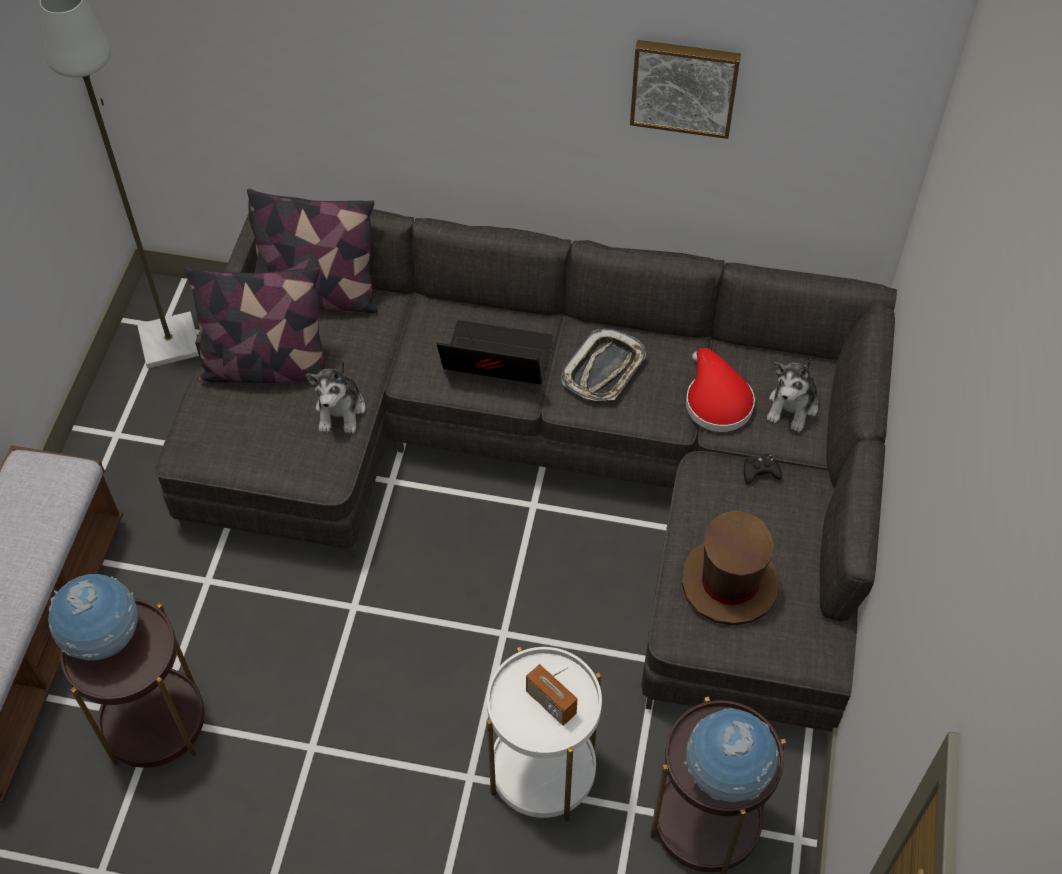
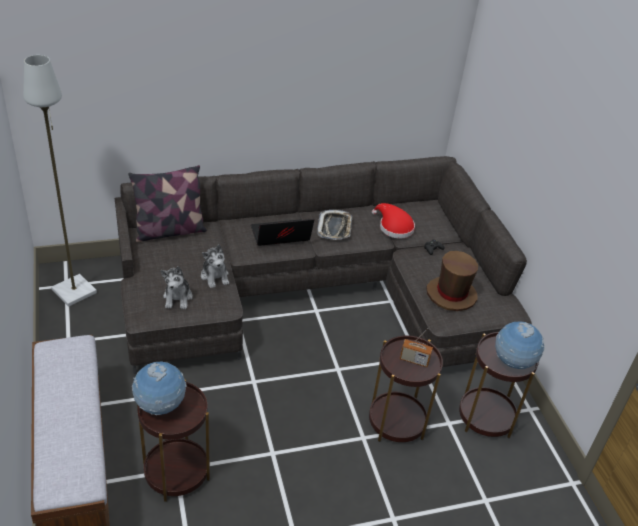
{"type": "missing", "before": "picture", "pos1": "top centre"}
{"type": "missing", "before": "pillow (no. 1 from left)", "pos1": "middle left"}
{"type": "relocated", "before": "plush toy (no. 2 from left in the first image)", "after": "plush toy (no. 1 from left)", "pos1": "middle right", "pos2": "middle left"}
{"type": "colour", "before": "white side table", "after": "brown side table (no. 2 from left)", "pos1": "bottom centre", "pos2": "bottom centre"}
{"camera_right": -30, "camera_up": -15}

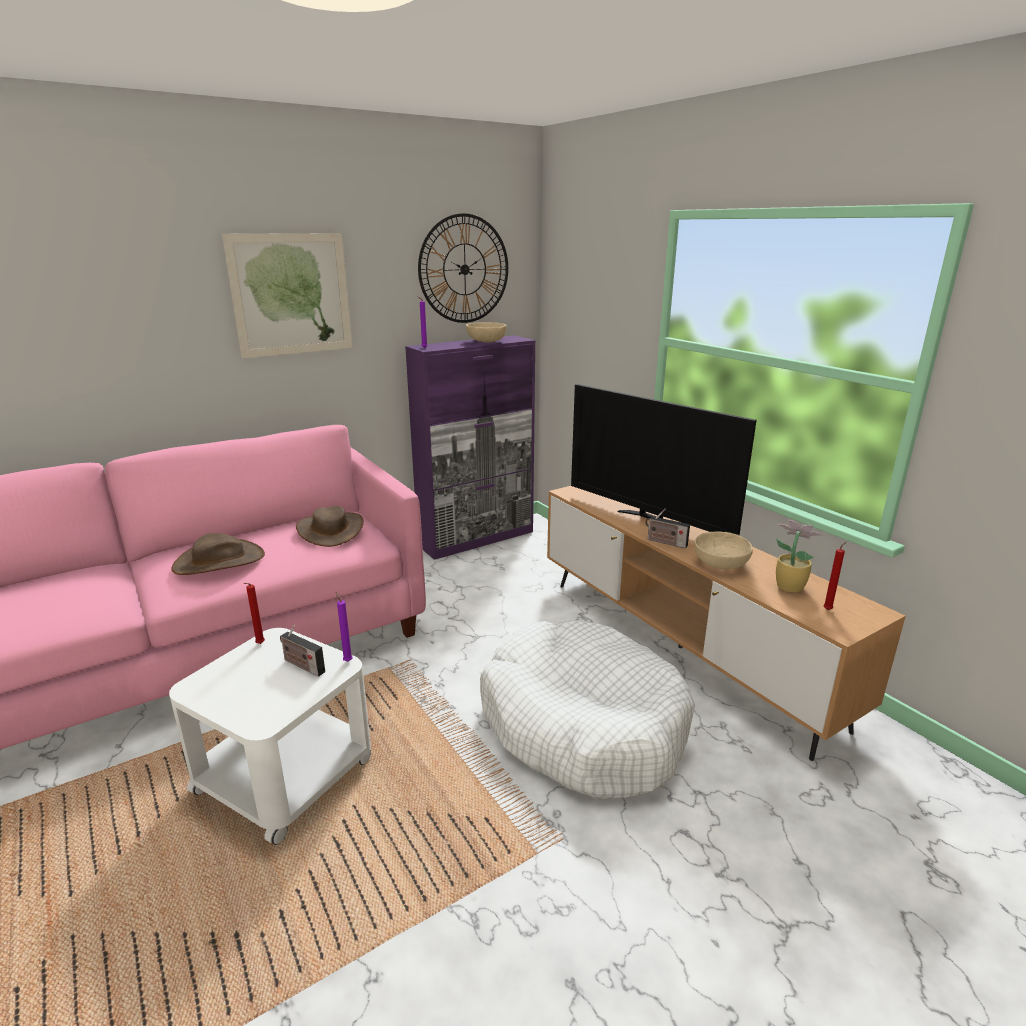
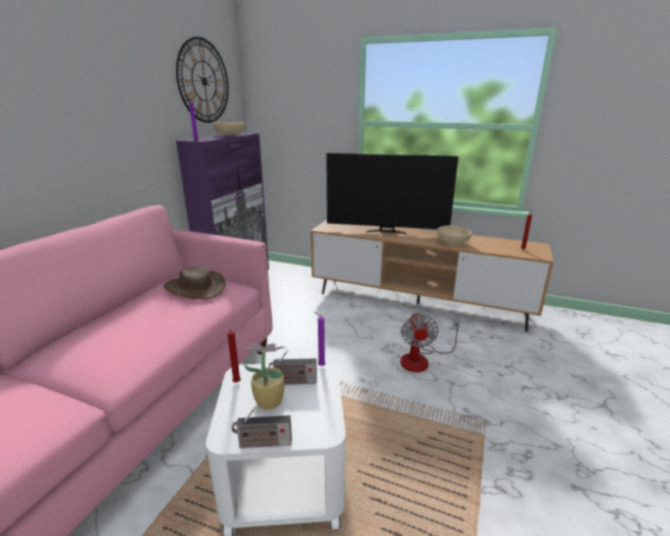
{"type": "missing", "before": "picture", "pos1": "top left"}
{"type": "relocated", "before": "radio (no. 2 from left in the first image)", "after": "radio (no. 1 from left)", "pos1": "centre", "pos2": "bottom centre"}
{"type": "relocated", "before": "potted plant", "pos1": "middle right", "pos2": "bottom centre"}
{"type": "missing", "before": "brown hat (no. 1 from left)", "pos1": "middle left"}
{"type": "exchanged", "before": "white dog bed", "after": "fan", "pos1": "bottom centre", "pos2": "centre"}
{"camera_right": -35, "camera_up": 0}

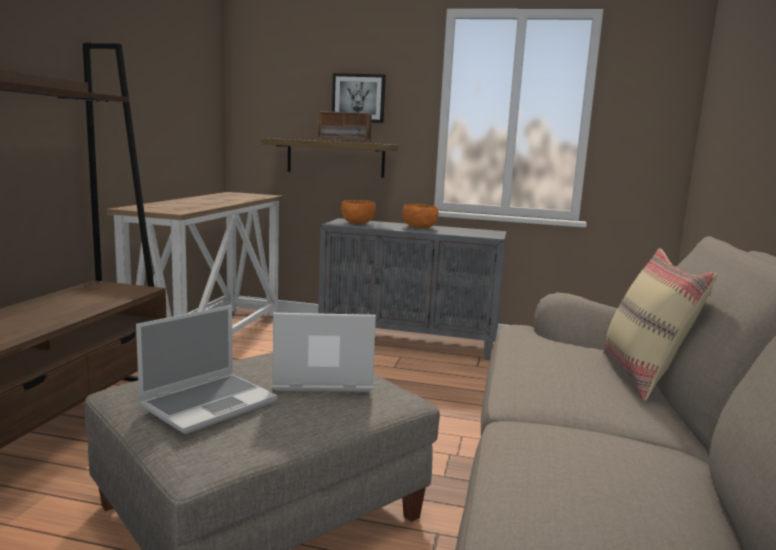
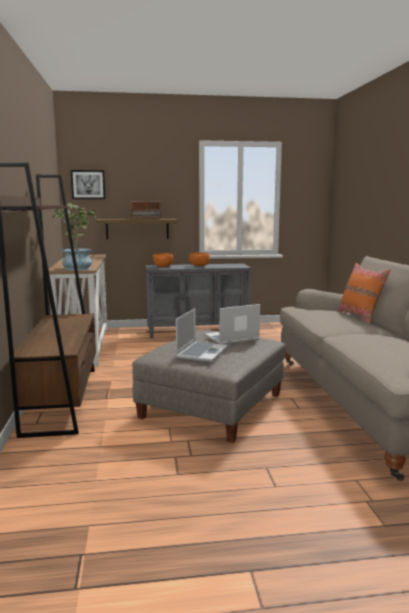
{"type": "relocated", "before": "picture", "pos1": "top centre", "pos2": "top left"}
{"type": "colour", "before": "beige pillow", "after": "orange pillow", "pos1": "middle right", "pos2": "middle right"}
{"type": "appeared", "after": "potted plant", "pos2": "middle left"}
{"camera_right": -20, "camera_up": 0}

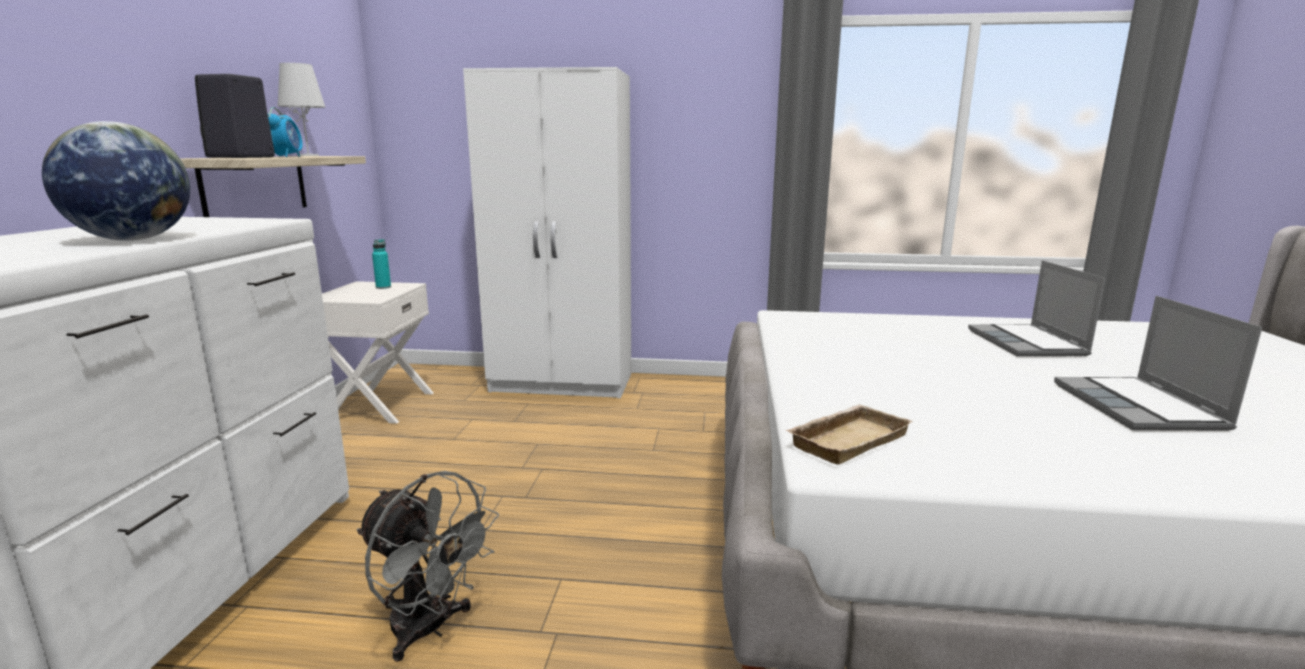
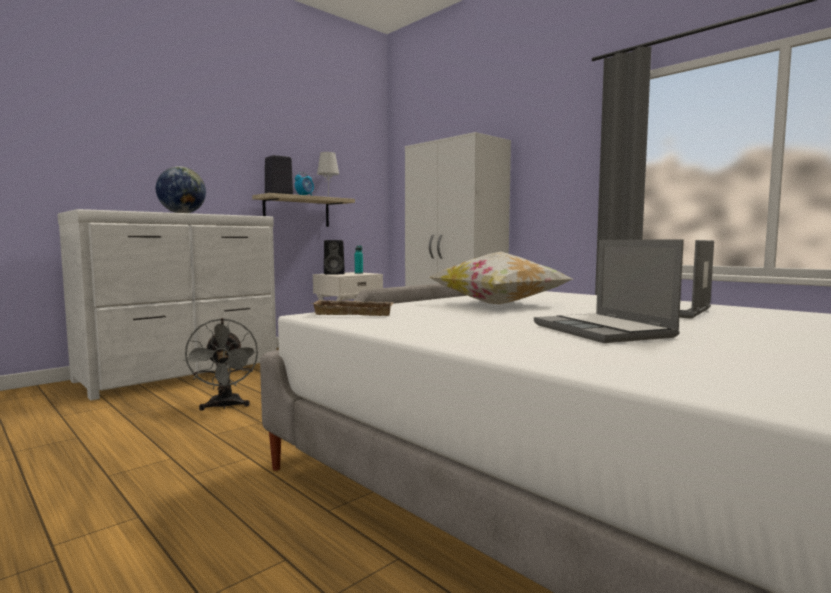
{"type": "spun", "before": "laptop (no. 2 from left in the first image)", "pos1": "middle right", "pos2": "middle right", "turn": -60}
{"type": "appeared", "after": "black speaker (no. 2 from left)", "pos2": "centre"}
{"type": "appeared", "after": "pillow", "pos2": "centre"}
{"camera_right": 40, "camera_up": -10}

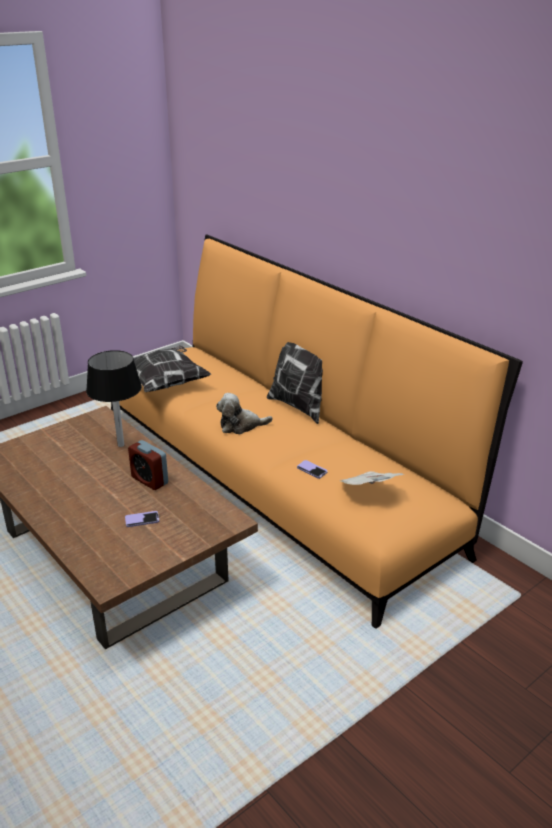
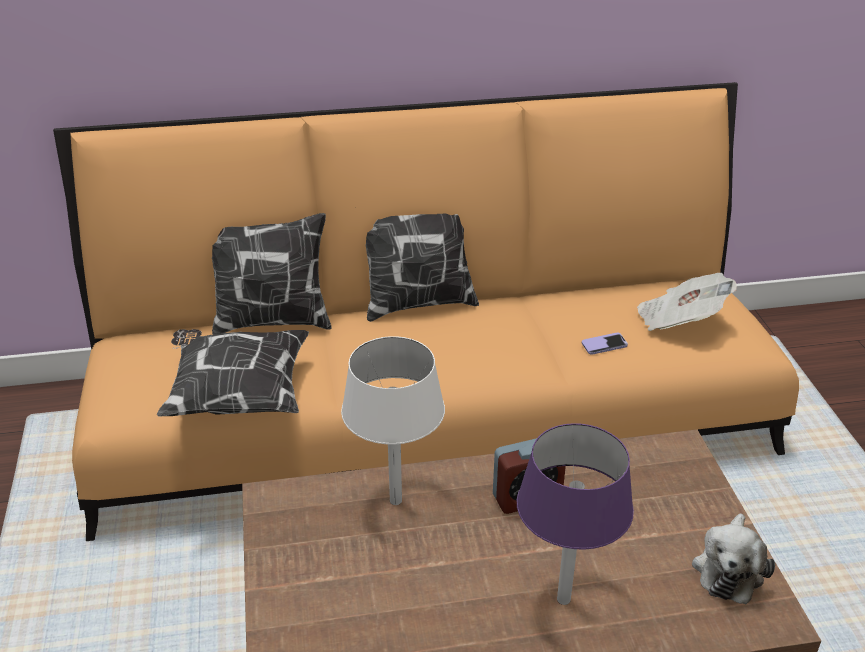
{"type": "colour", "before": "black table lamp", "after": "white table lamp", "pos1": "middle left", "pos2": "centre"}
{"type": "relocated", "before": "plush toy", "pos1": "centre", "pos2": "bottom right"}
{"type": "missing", "before": "phone (no. 1 from left)", "pos1": "middle left"}
{"type": "appeared", "after": "pillow (no. 2 from left)", "pos2": "middle left"}
{"type": "appeared", "after": "purple table lamp", "pos2": "bottom centre"}
{"camera_right": -60, "camera_up": 5}

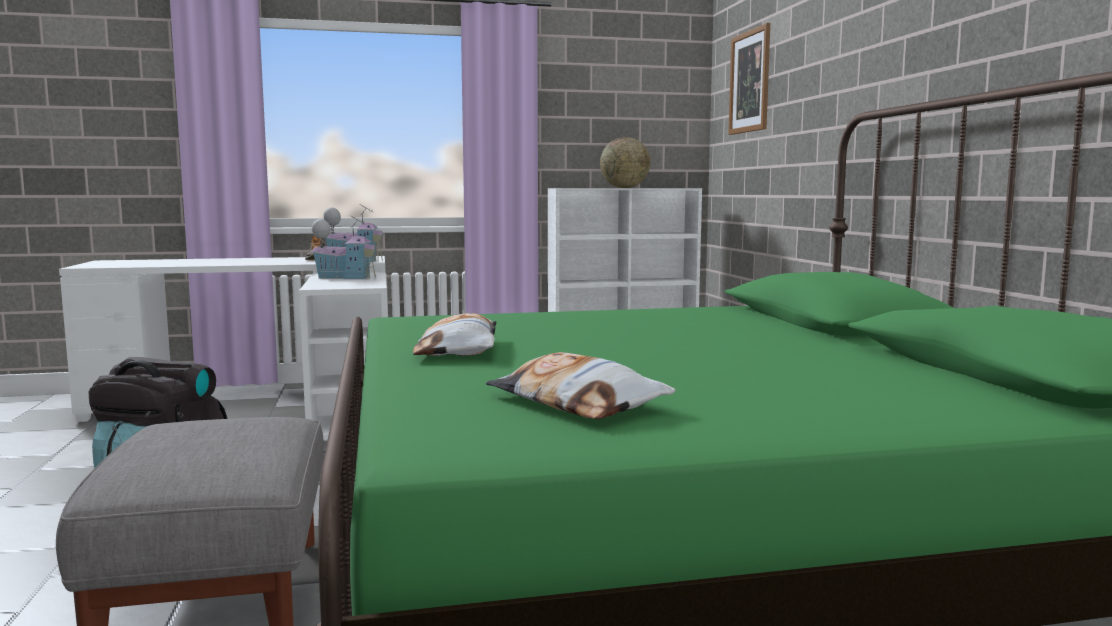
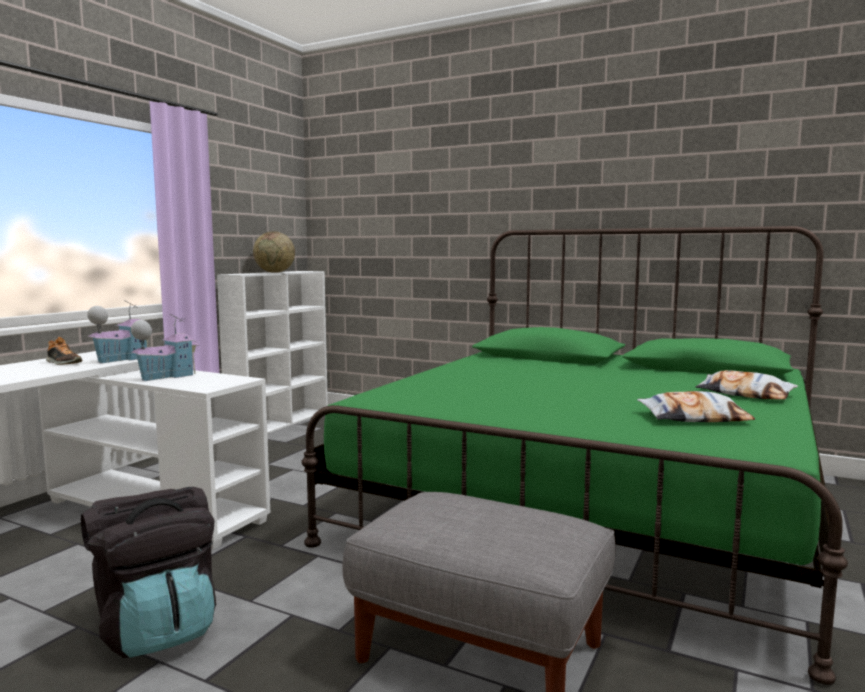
{"type": "missing", "before": "picture", "pos1": "top right"}
{"type": "relocated", "before": "pillow (no. 1 from left in the first image)", "after": "pillow (no. 2 from left)", "pos1": "centre", "pos2": "middle right"}
{"camera_right": -50, "camera_up": 0}

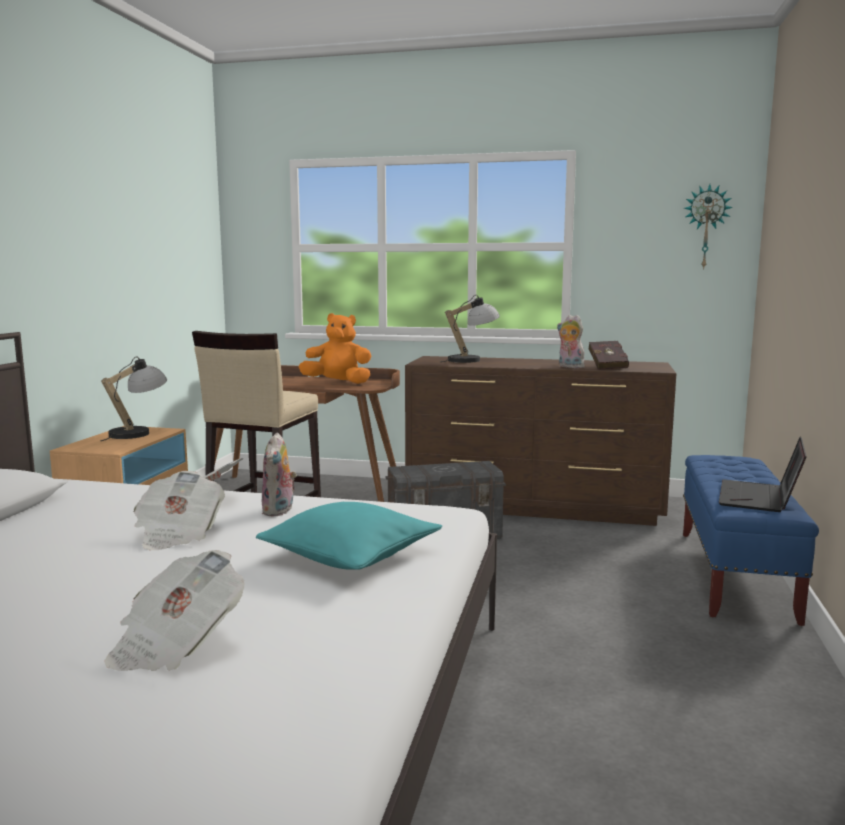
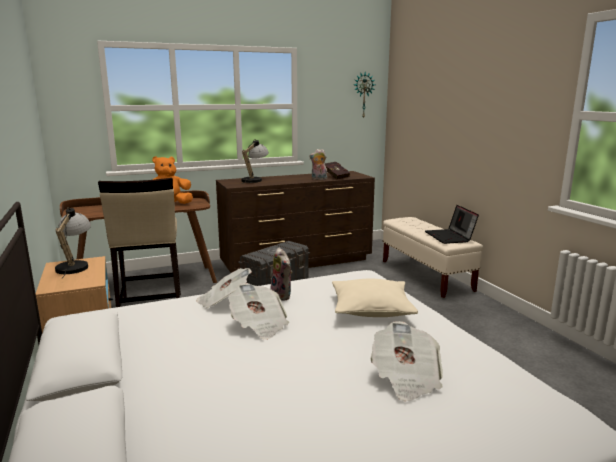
{"type": "colour", "before": "blue bench", "after": "beige bench", "pos1": "middle right", "pos2": "middle right"}
{"type": "colour", "before": "turquoise pillow", "after": "beige pillow", "pos1": "centre", "pos2": "centre"}
{"camera_right": -35, "camera_up": 5}

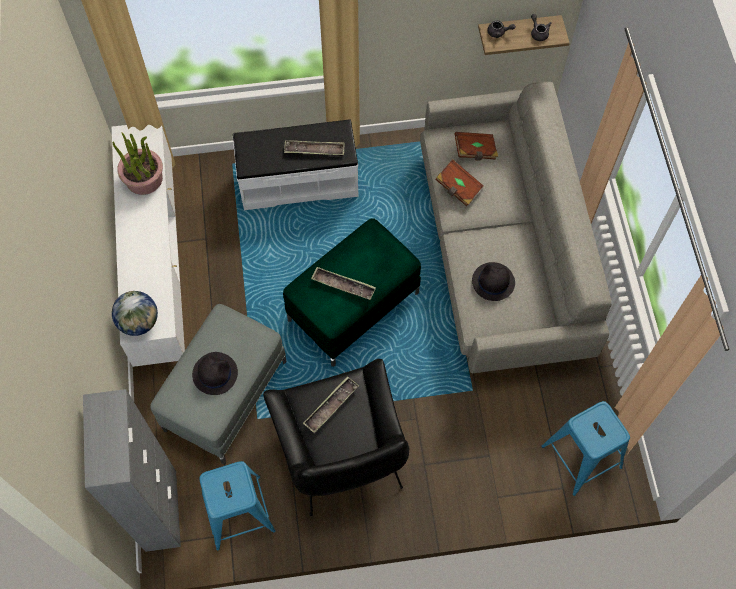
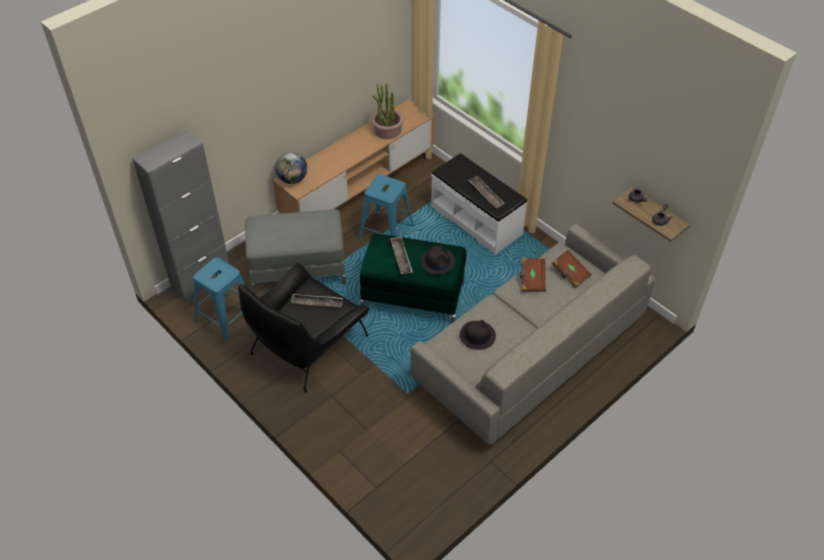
{"type": "colour", "before": "white tv stand", "after": "brown tv stand", "pos1": "middle left", "pos2": "top centre"}
{"type": "relocated", "before": "black hat (no. 1 from left)", "pos1": "middle left", "pos2": "centre"}
{"type": "relocated", "before": "blue stool (no. 2 from left)", "pos1": "bottom right", "pos2": "centre"}
{"camera_right": 55, "camera_up": -15}

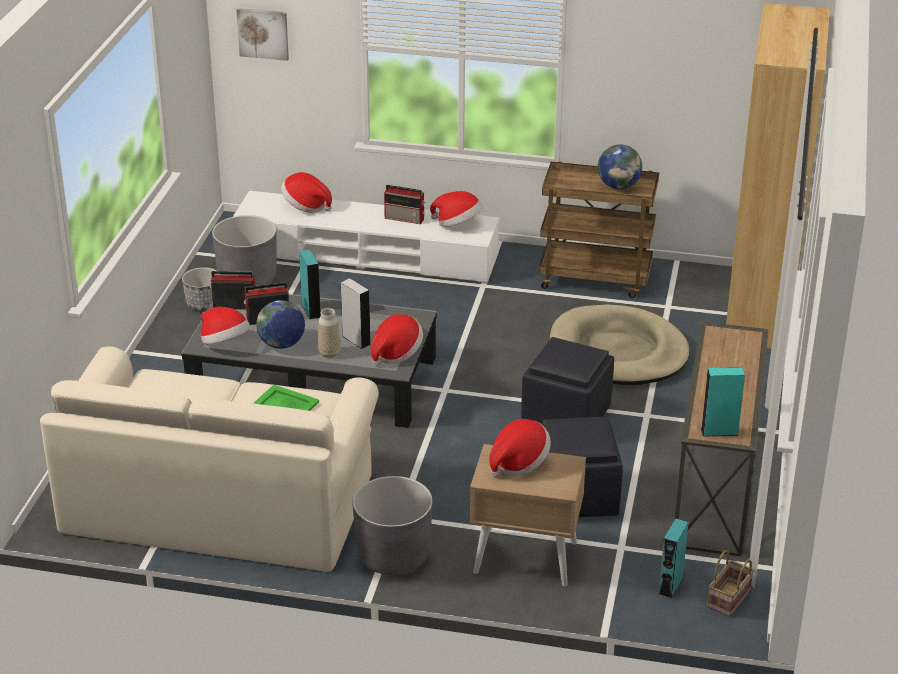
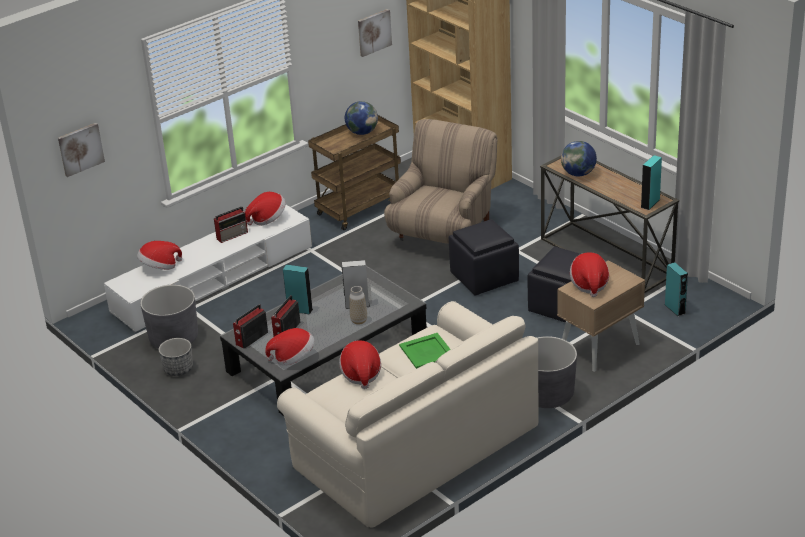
{"type": "relocated", "before": "globe (no. 1 from left in the first image)", "after": "globe (no. 2 from left)", "pos1": "middle left", "pos2": "top right"}
{"type": "exchanged", "before": "beige dog bed", "after": "beige armchair", "pos1": "middle right", "pos2": "centre"}
{"type": "relocated", "before": "hat (no. 3 from left in the first image)", "after": "hat (no. 4 from left)", "pos1": "centre", "pos2": "bottom centre"}
{"type": "missing", "before": "basket", "pos1": "bottom right"}
{"type": "appeared", "after": "picture (no. 2 from left)", "pos2": "top centre"}
{"camera_right": -50, "camera_up": 0}

